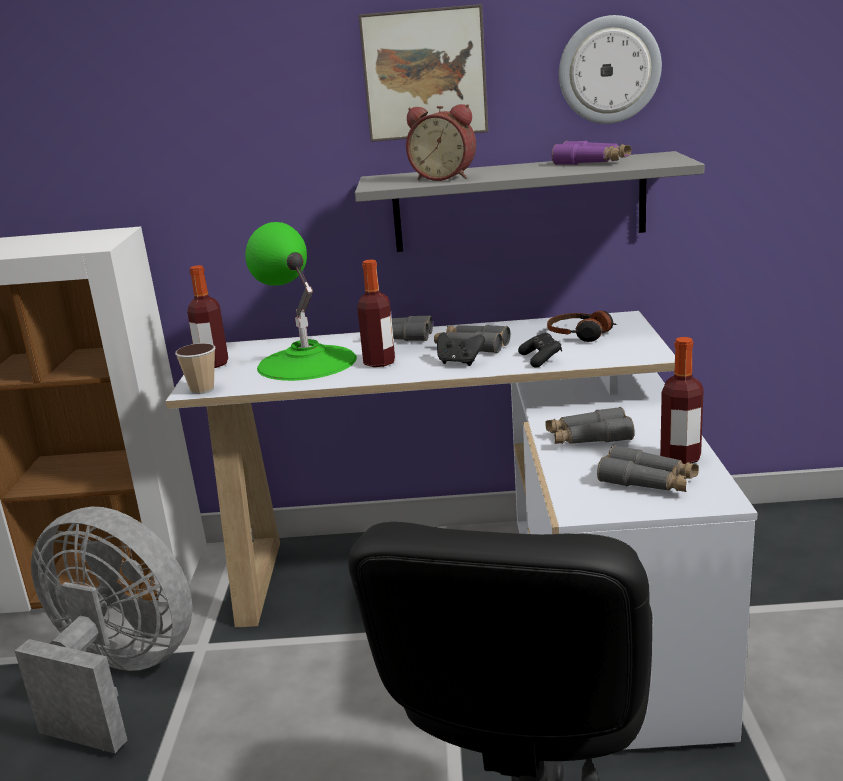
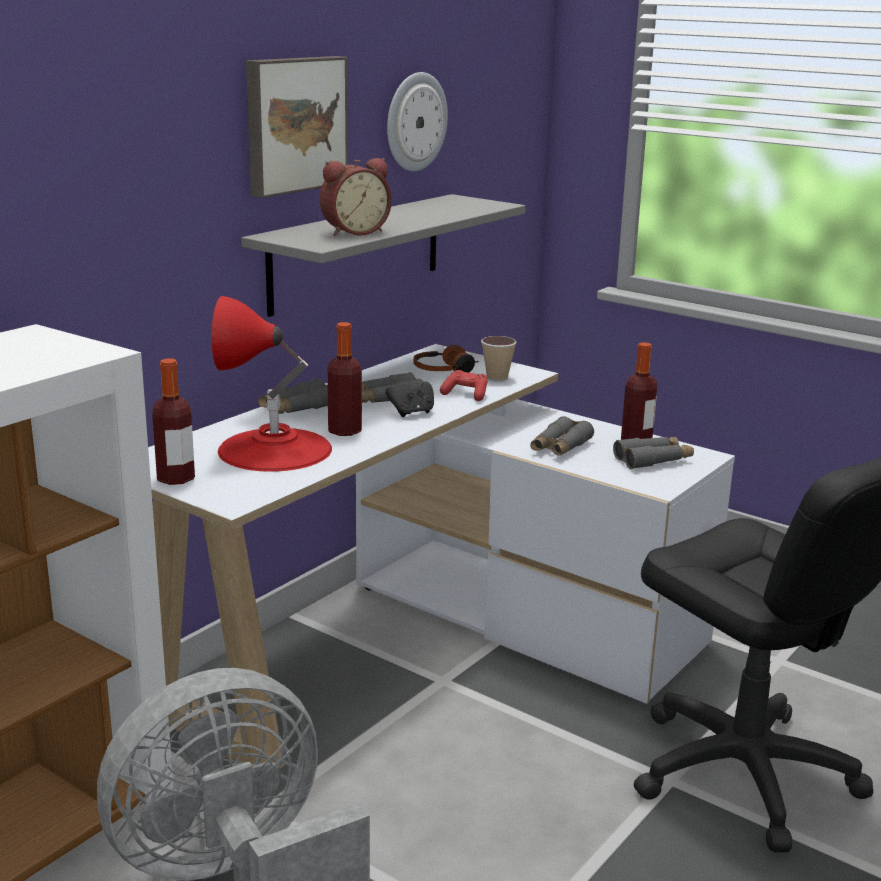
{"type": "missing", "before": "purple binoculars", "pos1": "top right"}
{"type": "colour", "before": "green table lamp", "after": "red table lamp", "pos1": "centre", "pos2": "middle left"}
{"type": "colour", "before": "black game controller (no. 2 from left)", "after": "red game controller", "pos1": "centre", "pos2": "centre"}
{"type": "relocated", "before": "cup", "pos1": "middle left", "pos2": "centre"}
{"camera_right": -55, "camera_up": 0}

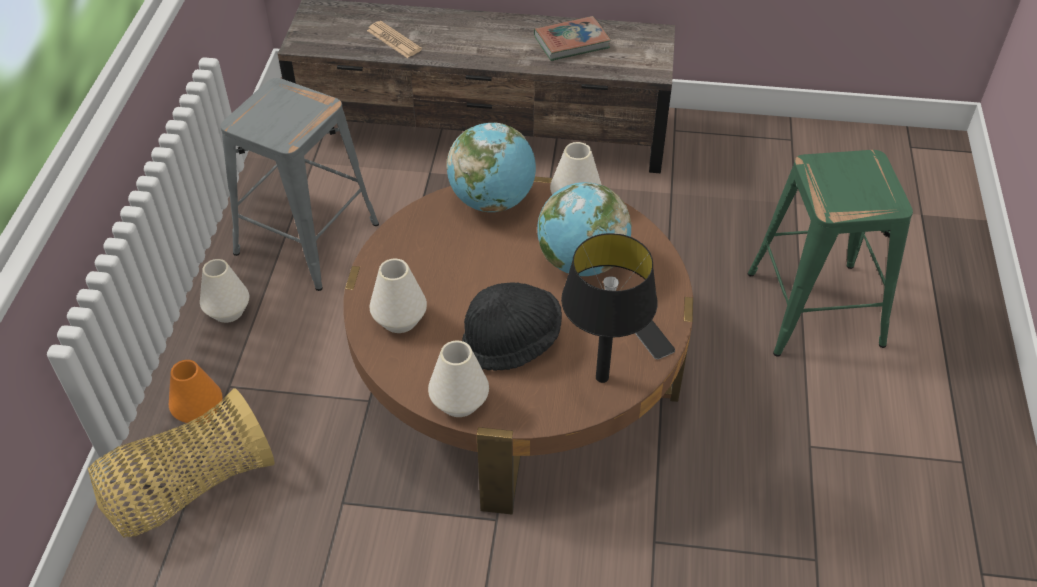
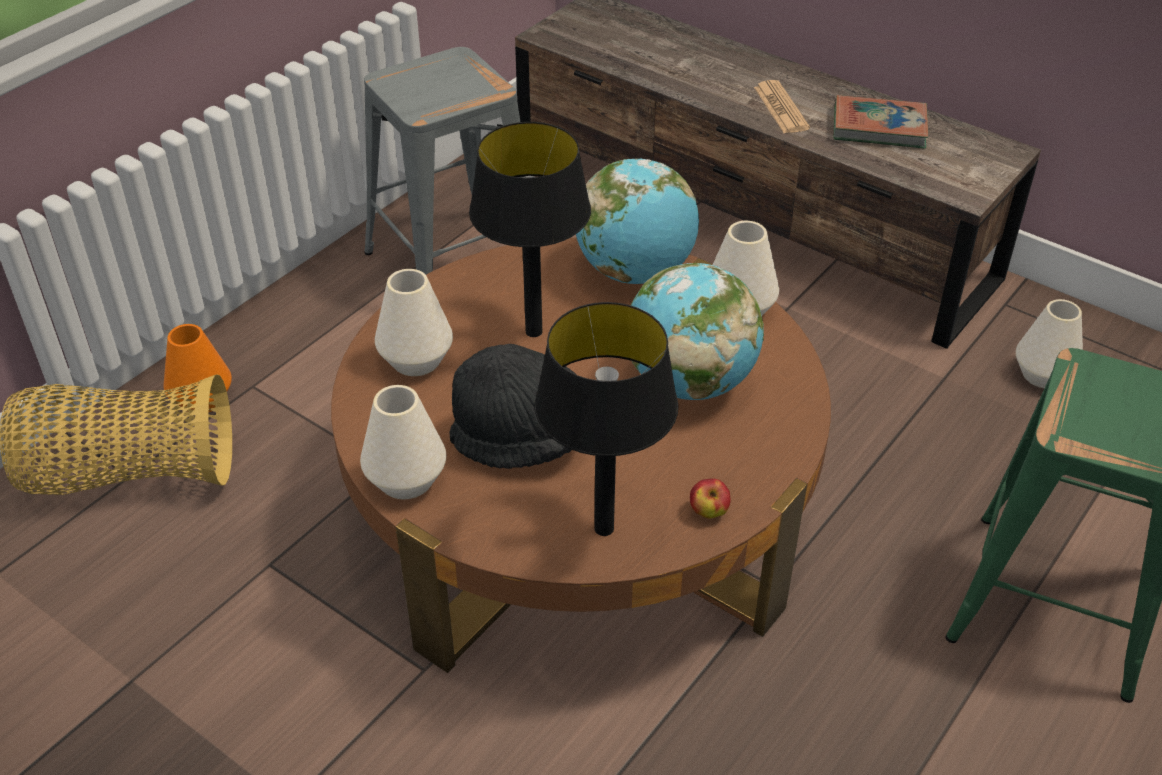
{"type": "relocated", "before": "newspaper", "pos1": "top centre", "pos2": "top right"}
{"type": "relocated", "before": "white vase (no. 1 from left in the first image)", "after": "white vase (no. 4 from left)", "pos1": "middle left", "pos2": "middle right"}
{"type": "exchanged", "before": "phone", "after": "apple", "pos1": "centre", "pos2": "centre"}
{"type": "appeared", "after": "black table lamp (no. 1 from left)", "pos2": "top centre"}
{"camera_right": 30, "camera_up": -5}

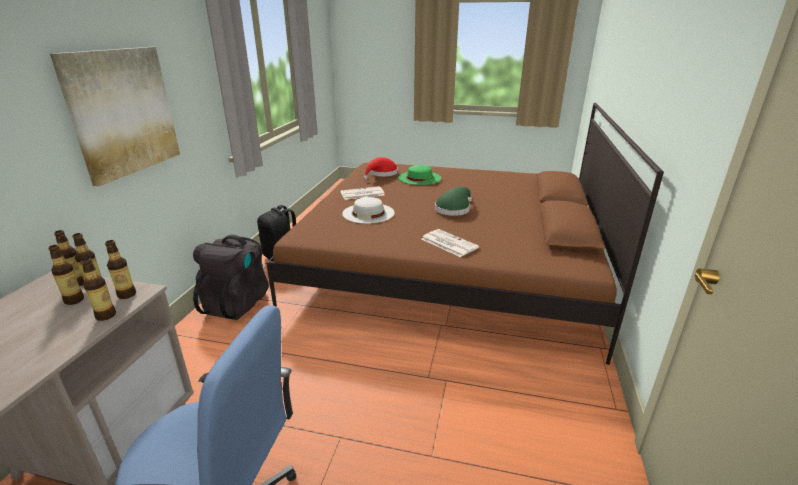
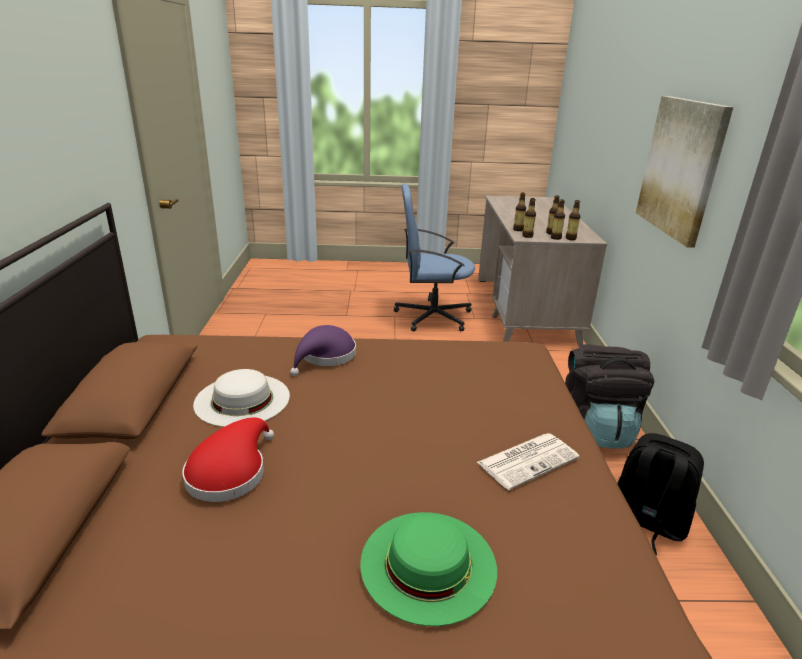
{"type": "relocated", "before": "red hat", "pos1": "centre", "pos2": "bottom left"}
{"type": "missing", "before": "green hat (no. 2 from left)", "pos1": "centre"}
{"type": "relocated", "before": "white hat", "pos1": "centre", "pos2": "middle left"}
{"type": "exchanged", "before": "newspaper (no. 2 from left)", "after": "purple hat", "pos1": "centre", "pos2": "centre"}
{"camera_right": 165, "camera_up": 0}

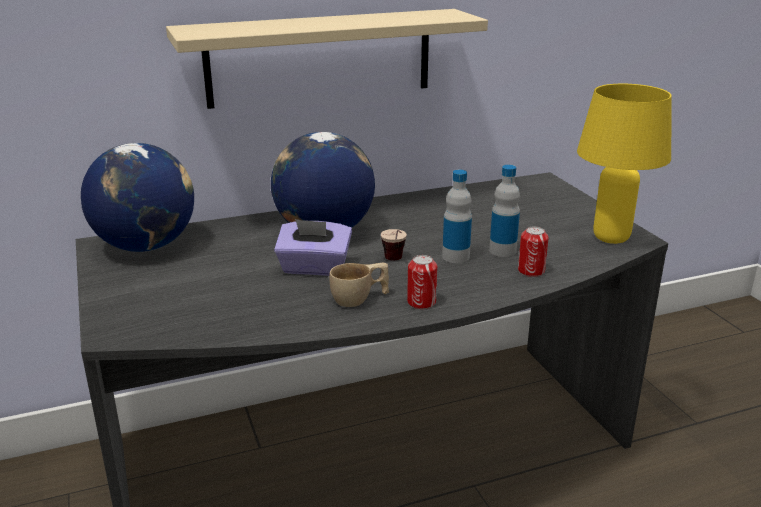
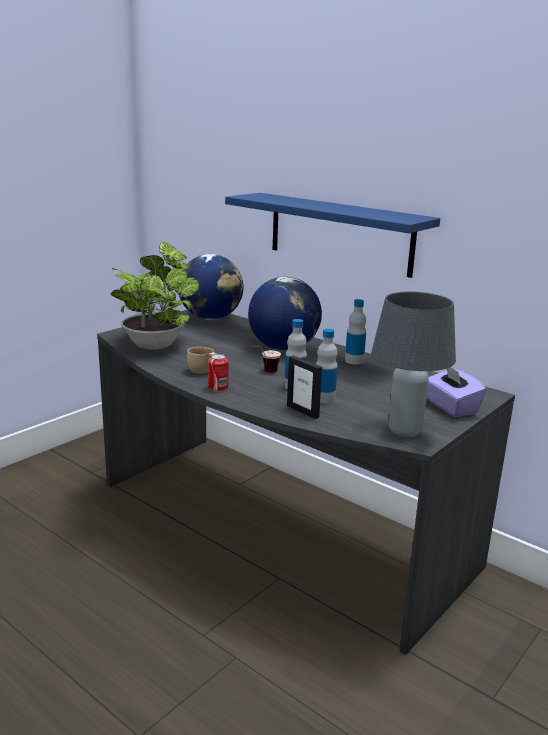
{"type": "colour", "before": "beige shelf", "after": "blue shelf", "pos1": "top centre", "pos2": "top centre"}
{"type": "colour", "before": "yellow table lamp", "after": "grey table lamp", "pos1": "top right", "pos2": "middle right"}
{"type": "relocated", "before": "purple tissue box", "pos1": "centre", "pos2": "middle right"}
{"type": "exchanged", "before": "can (no. 2 from left)", "after": "picture frame", "pos1": "middle right", "pos2": "centre"}
{"type": "appeared", "after": "potted plant", "pos2": "middle left"}
{"type": "appeared", "after": "bottle (no. 3 from left)", "pos2": "centre"}
{"camera_right": 60, "camera_up": -5}

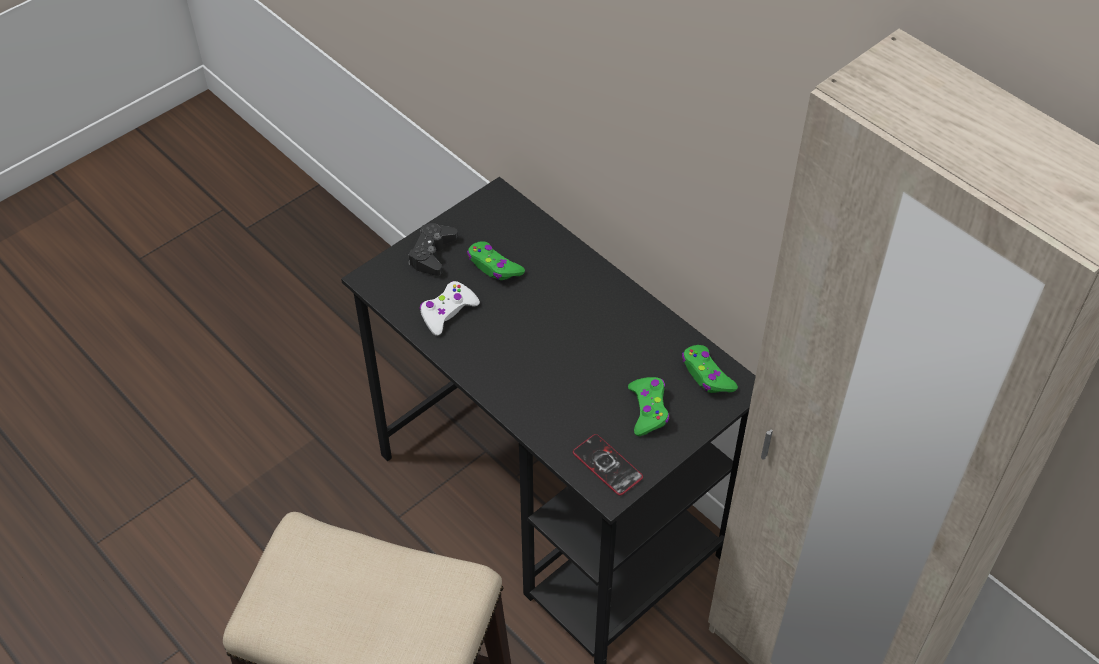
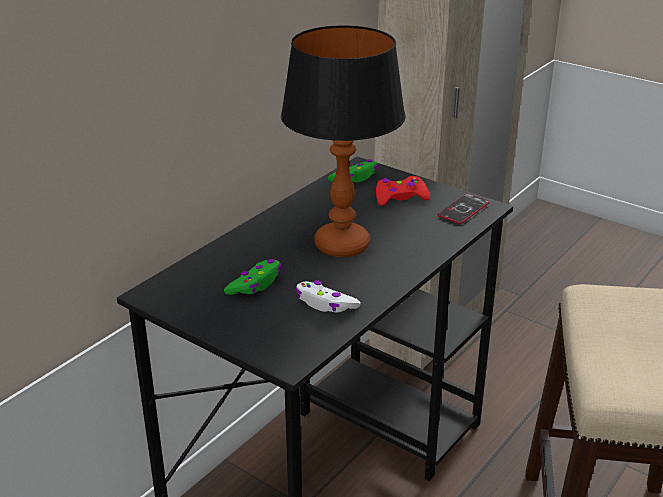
{"type": "missing", "before": "black game controller", "pos1": "centre"}
{"type": "colour", "before": "green game controller (no. 2 from left)", "after": "red game controller", "pos1": "centre", "pos2": "centre"}
{"type": "appeared", "after": "table lamp", "pos2": "top centre"}
{"camera_right": -100, "camera_up": -20}

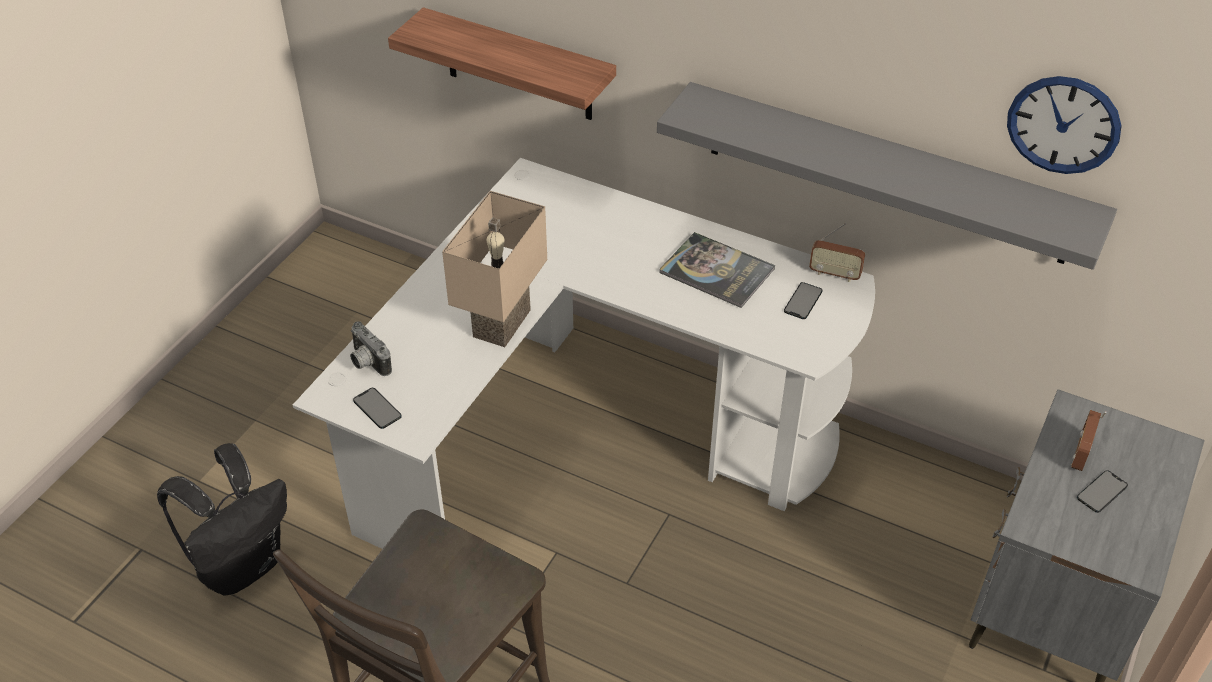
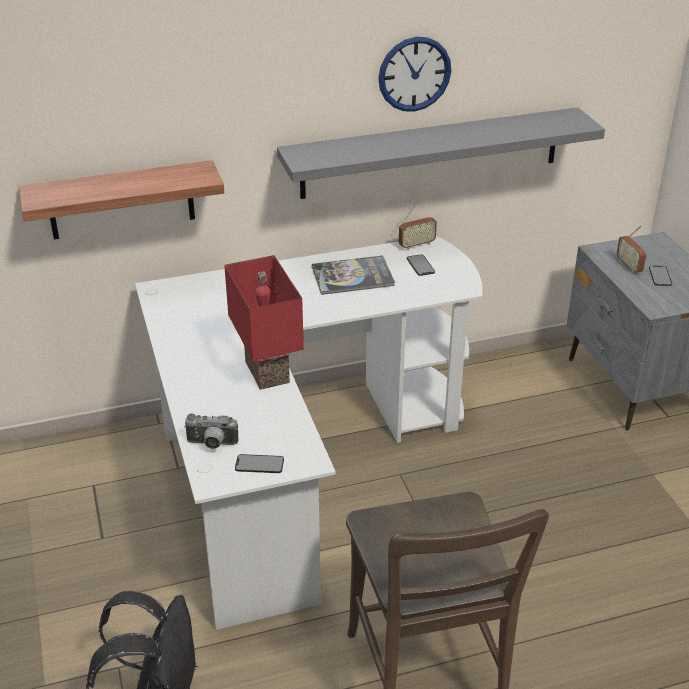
{"type": "relocated", "before": "wall clock", "pos1": "top right", "pos2": "top centre"}
{"type": "colour", "before": "beige table lamp", "after": "red table lamp", "pos1": "centre", "pos2": "centre"}
{"camera_right": -45, "camera_up": -10}

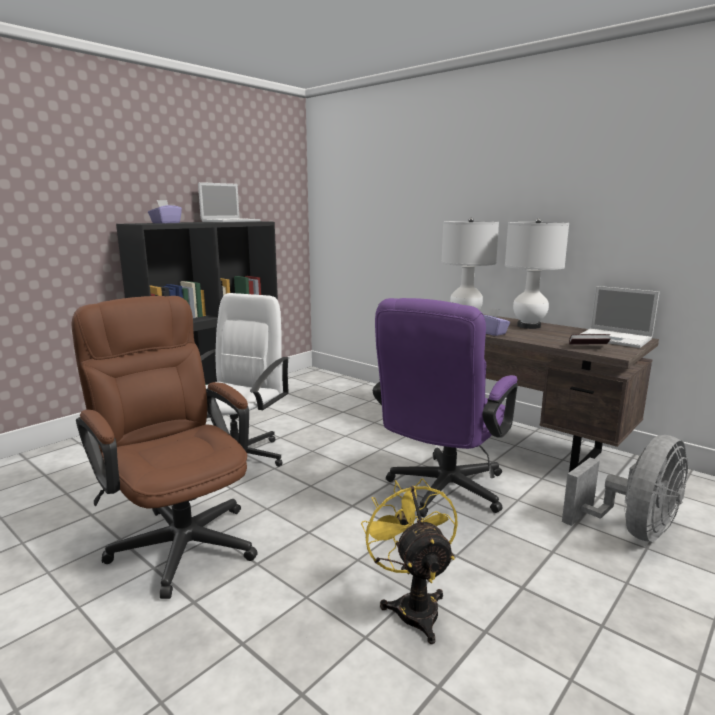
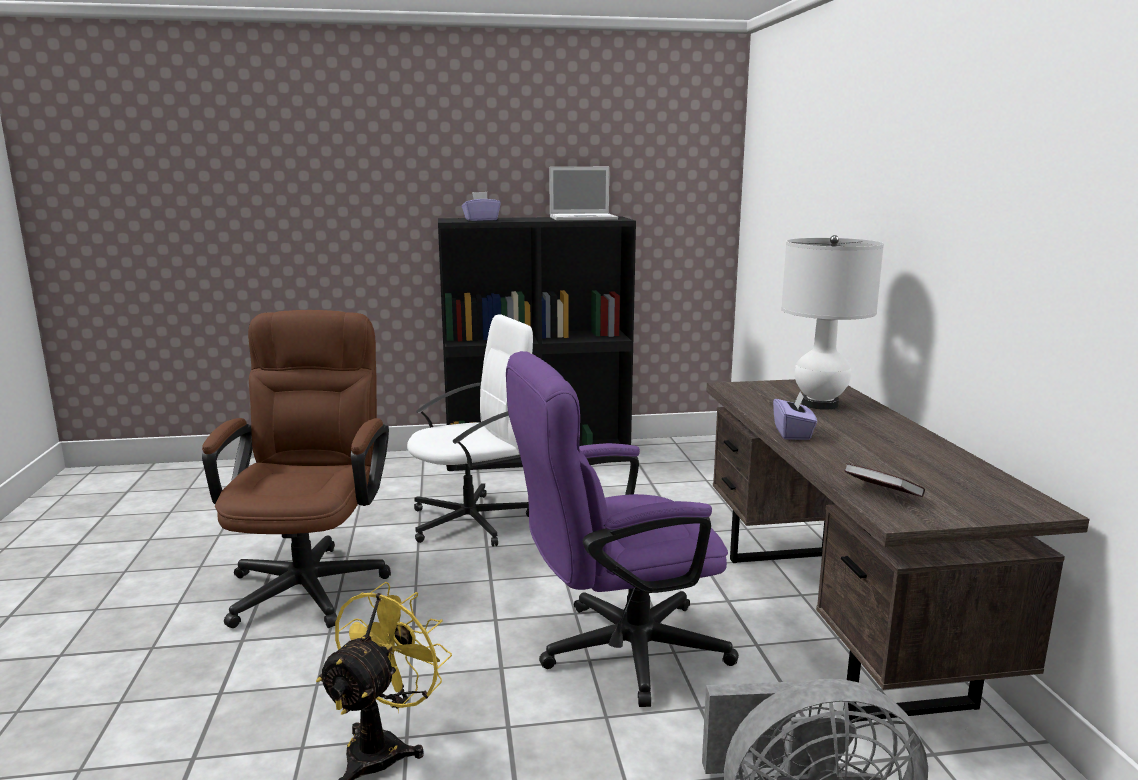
{"type": "missing", "before": "white table lamp (no. 2 from left)", "pos1": "middle right"}
{"type": "missing", "before": "laptop (no. 2 from left)", "pos1": "middle right"}
{"camera_right": 40, "camera_up": 0}

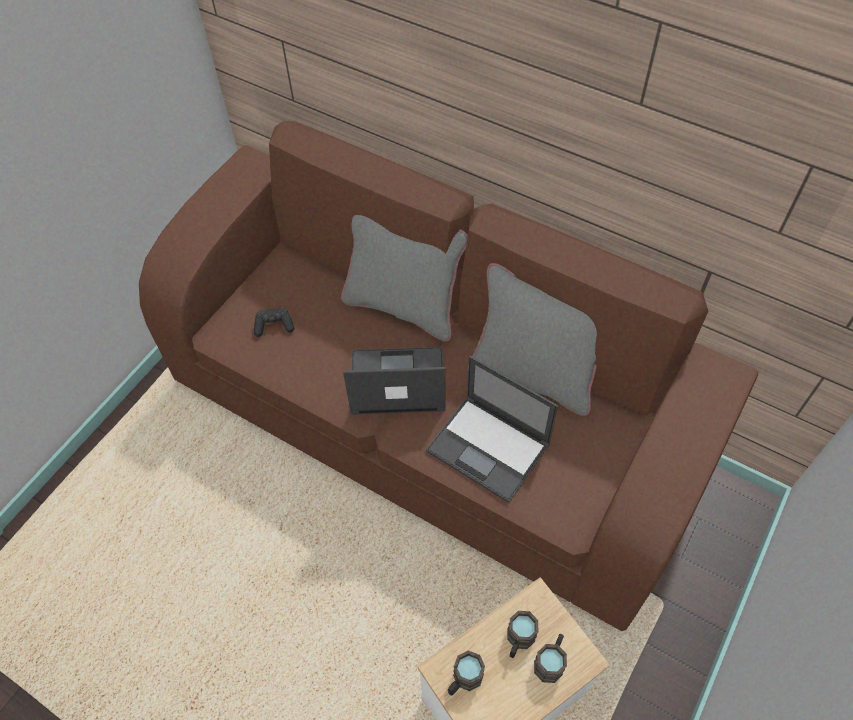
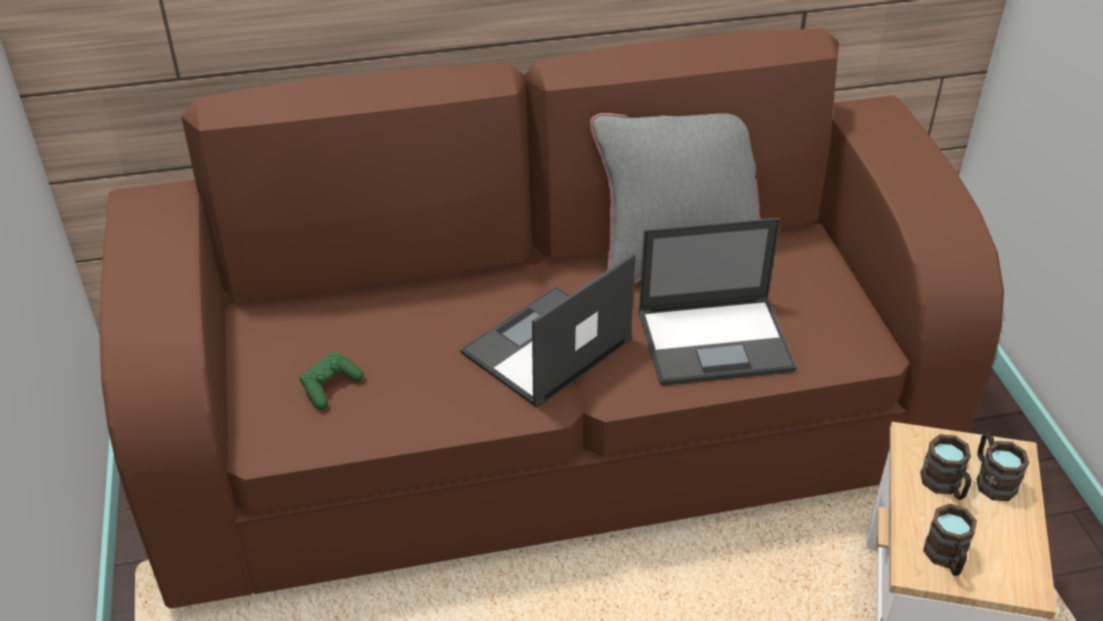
{"type": "missing", "before": "grey pillow (no. 1 from left)", "pos1": "centre"}
{"type": "colour", "before": "black game controller", "after": "green game controller", "pos1": "middle left", "pos2": "middle left"}
{"camera_right": -45, "camera_up": -15}

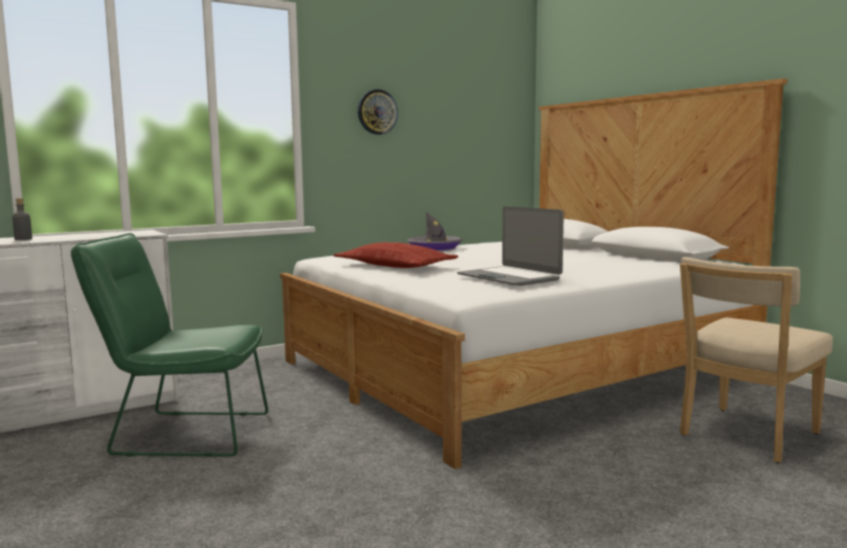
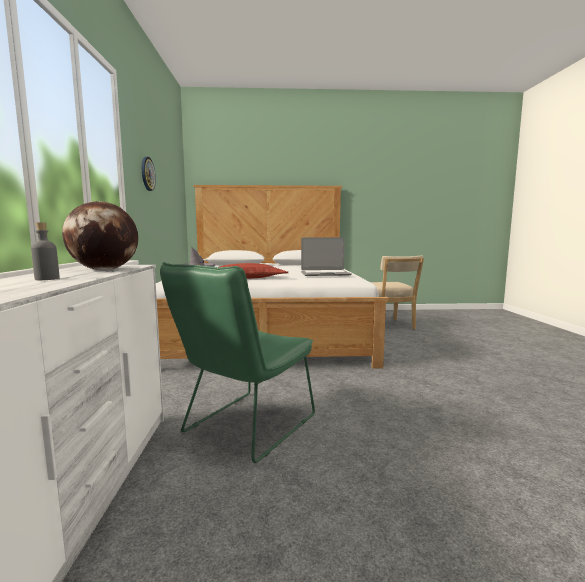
{"type": "appeared", "after": "globe", "pos2": "middle left"}
{"camera_right": -60, "camera_up": 0}

